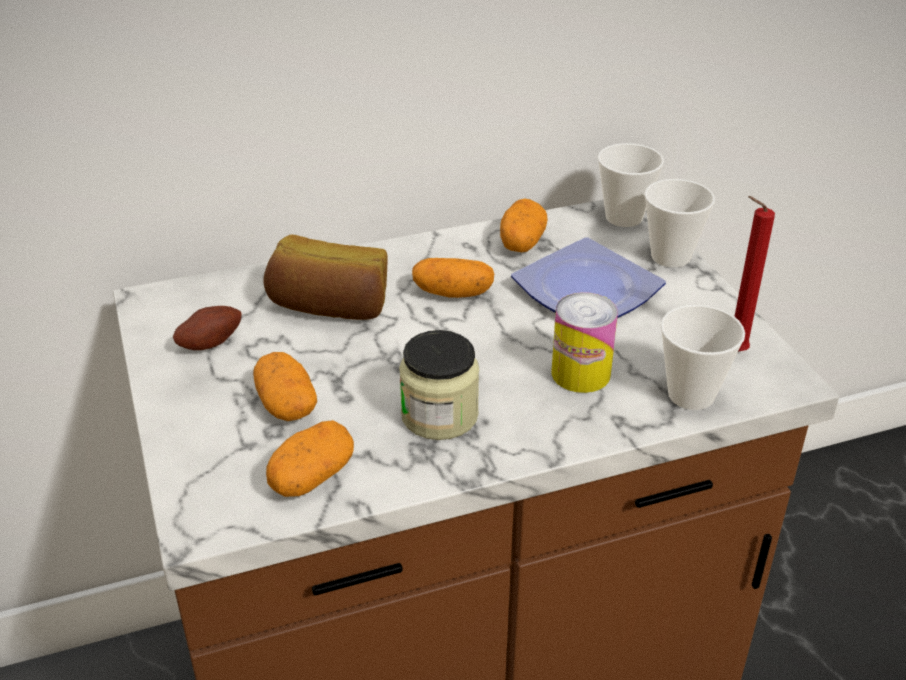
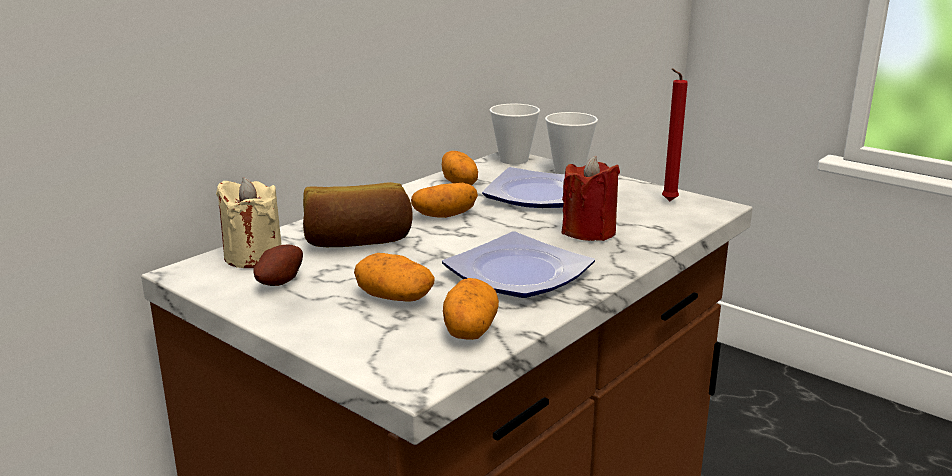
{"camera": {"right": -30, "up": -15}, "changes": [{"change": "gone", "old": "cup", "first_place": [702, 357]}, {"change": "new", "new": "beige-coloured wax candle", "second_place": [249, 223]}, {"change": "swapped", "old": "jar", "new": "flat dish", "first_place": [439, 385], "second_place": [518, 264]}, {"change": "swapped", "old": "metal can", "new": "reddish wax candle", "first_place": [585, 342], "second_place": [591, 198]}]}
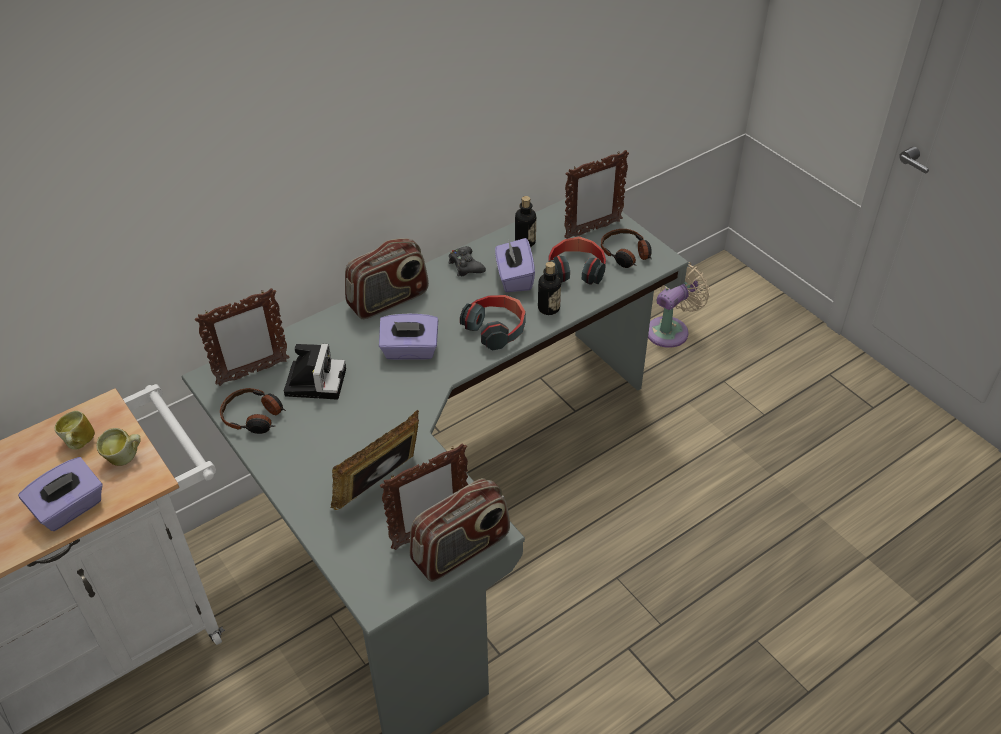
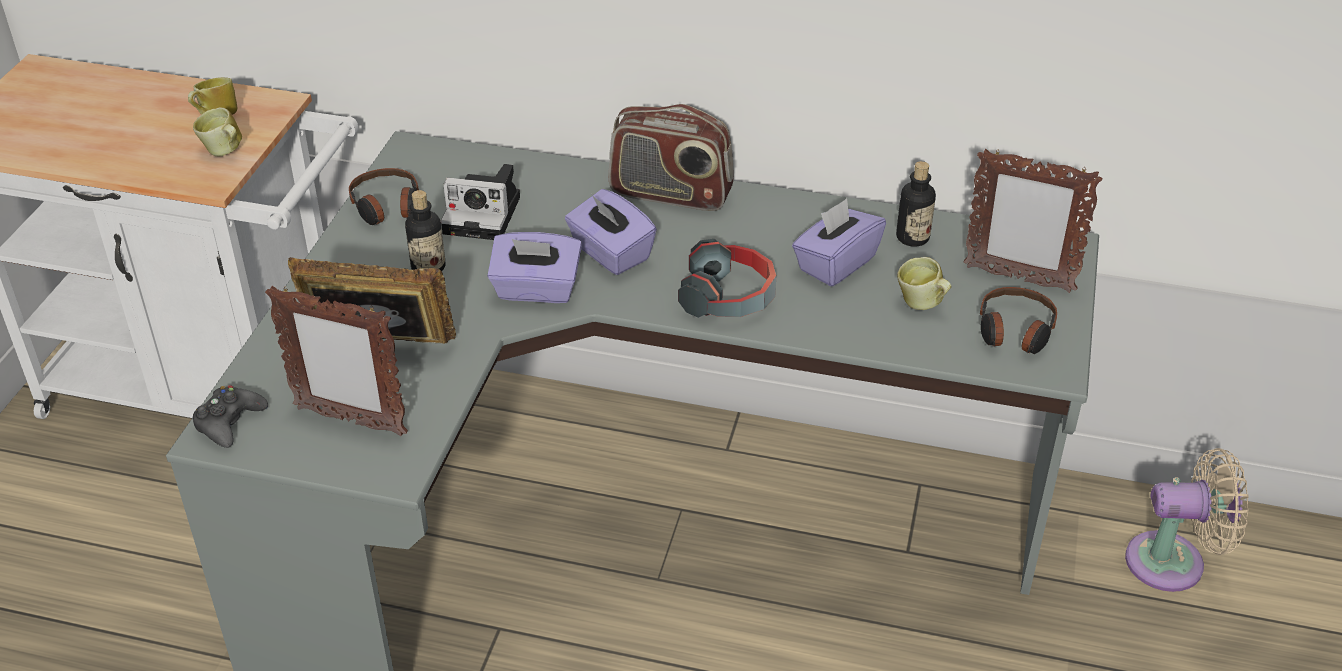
{"camera": {"right": 50, "up": -5}, "changes": [{"change": "gone", "old": "photo frame", "first_place": [242, 337]}, {"change": "gone", "old": "radio set", "first_place": [459, 530]}, {"change": "shifted", "old": "purple-coloured tissue box", "first_place": [60, 494], "second_place": [534, 267]}, {"change": "shifted", "old": "black-coloured gamepad", "first_place": [467, 261], "second_place": [230, 416]}, {"change": "shifted", "old": "beverage bottle", "first_place": [549, 288], "second_place": [425, 230]}, {"change": "swapped", "old": "headphones", "new": "coffee mug", "first_place": [577, 260], "second_place": [924, 283]}, {"change": "rotated", "old": "still camera", "first_place": [315, 372], "second_place": [480, 202], "degrees": 45}]}
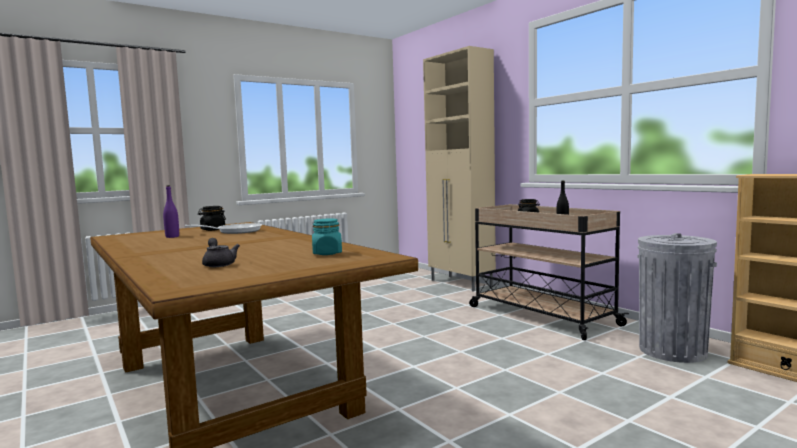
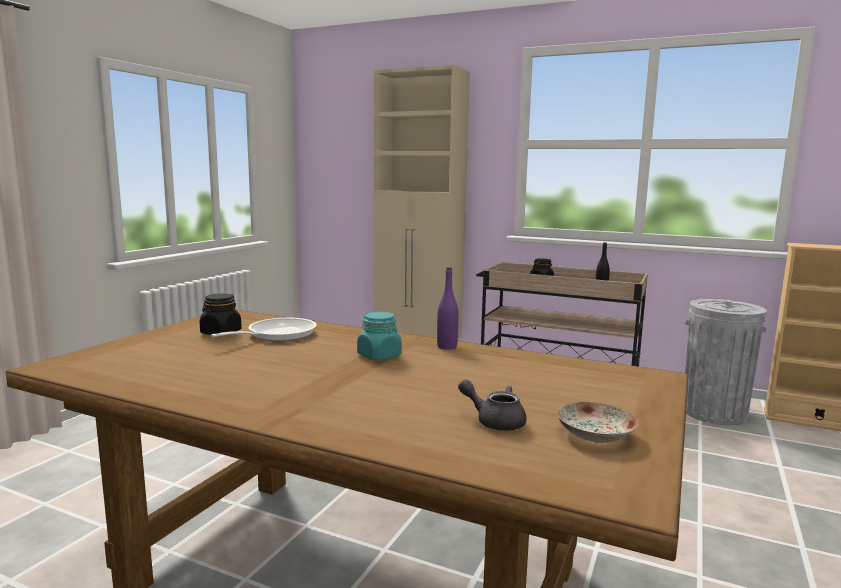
{"camera": {"right": -30, "up": 5}, "changes": [{"change": "new", "new": "flat dish", "second_place": [597, 422]}, {"change": "shifted", "old": "purple-coloured beverage bottle", "first_place": [171, 211], "second_place": [448, 308]}, {"change": "shifted", "old": "blue-green jar", "first_place": [327, 237], "second_place": [379, 336]}]}
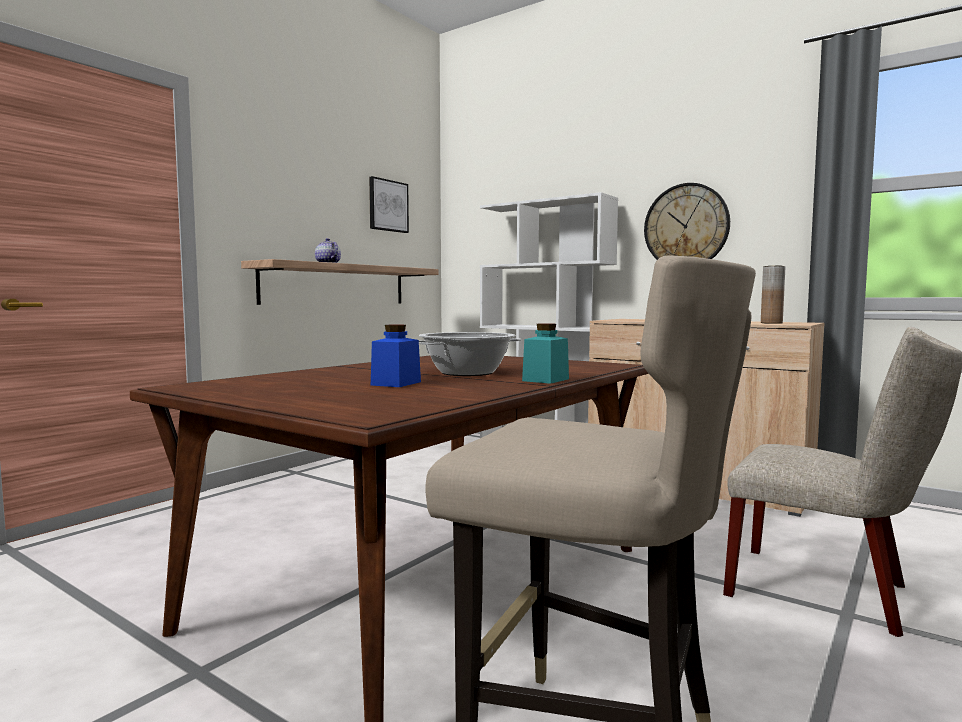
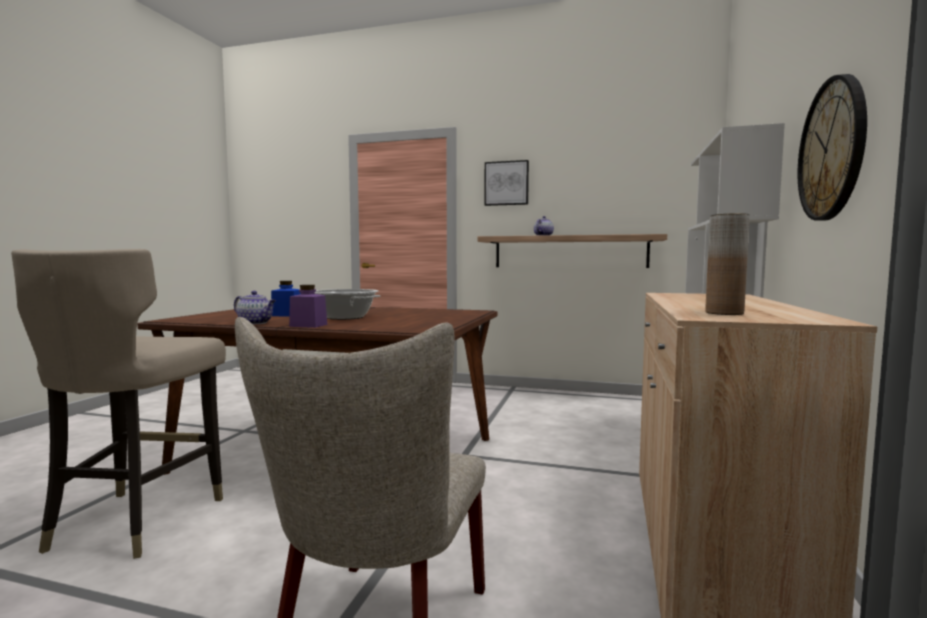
{"camera": {"right": 70, "up": 0}, "changes": [{"change": "new", "new": "pot for tea", "second_place": [255, 308]}, {"change": "shifted", "old": "wall art", "first_place": [389, 204], "second_place": [506, 183]}, {"change": "repainted", "old": "blue-green jar", "new": "purple-coloured jar", "first_place": [545, 353], "second_place": [308, 306]}]}
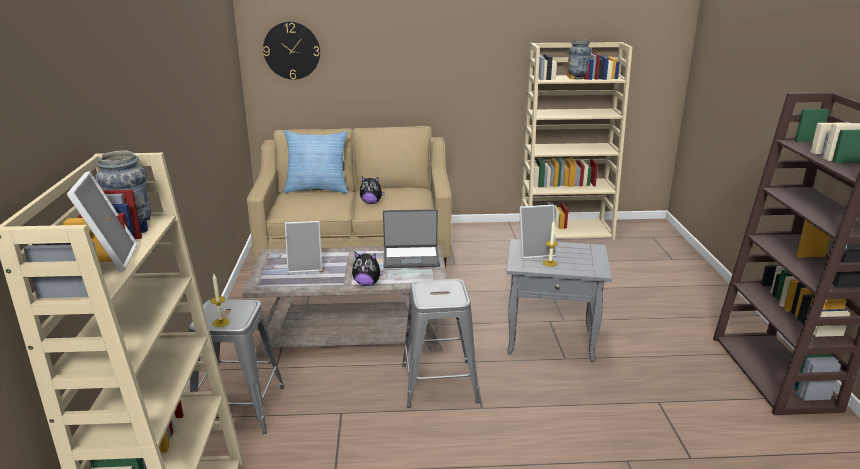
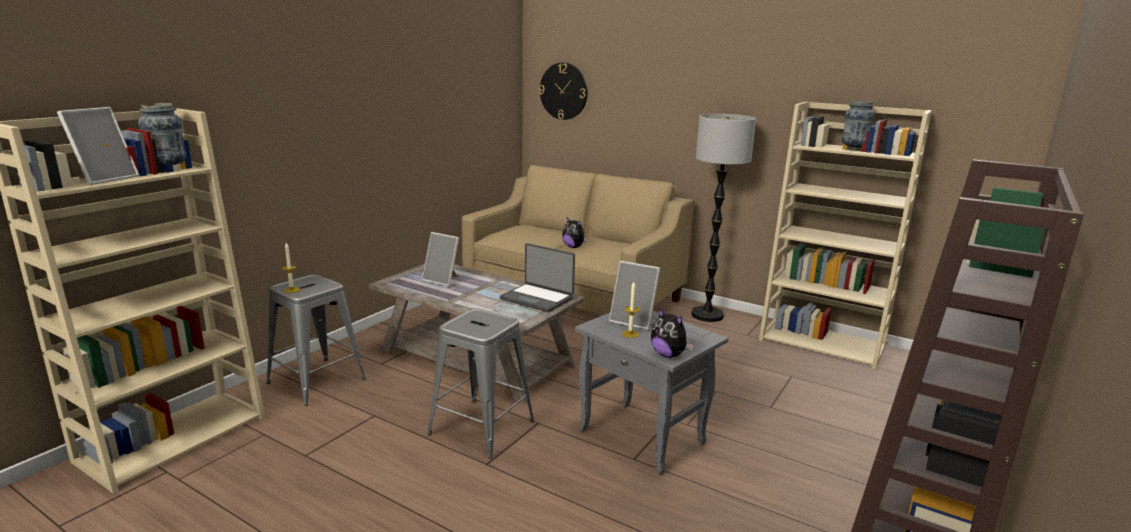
{"camera": {"right": 35, "up": -5}, "changes": [{"change": "gone", "old": "throw pillow", "first_place": [316, 162]}, {"change": "new", "new": "floor lamp", "second_place": [723, 218]}, {"change": "shifted", "old": "cuddly toy", "first_place": [368, 269], "second_place": [672, 333]}]}
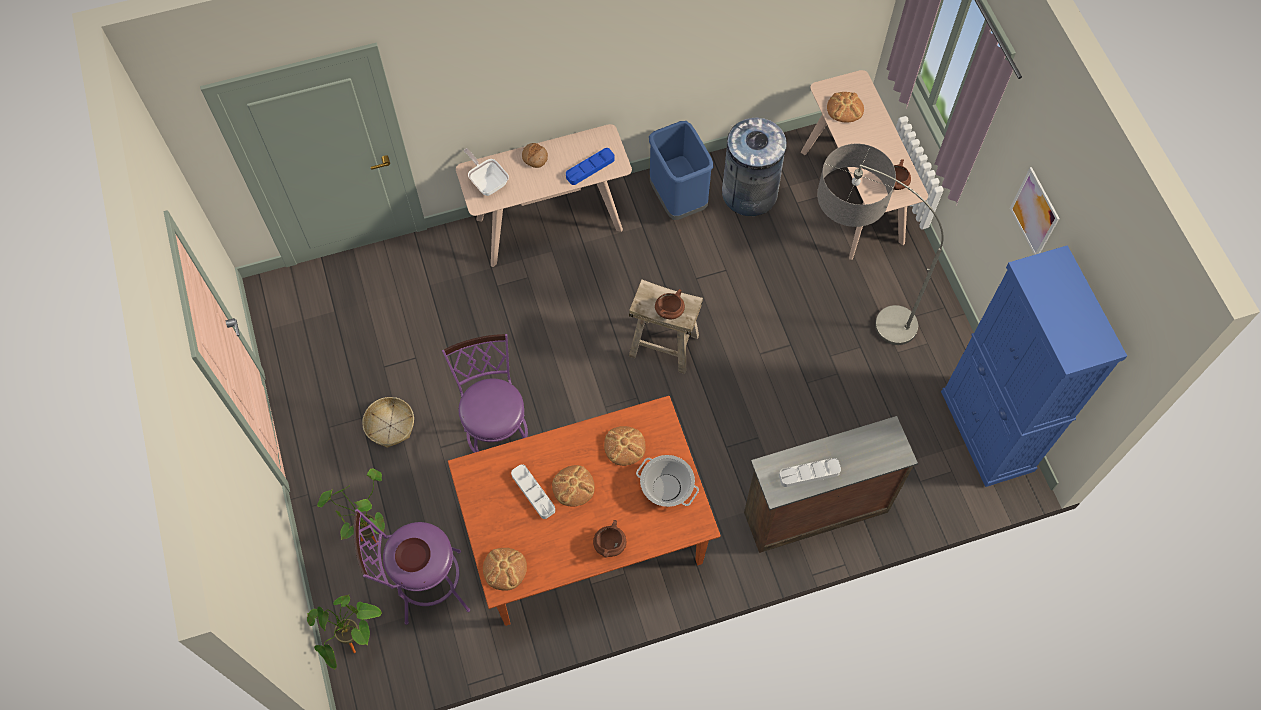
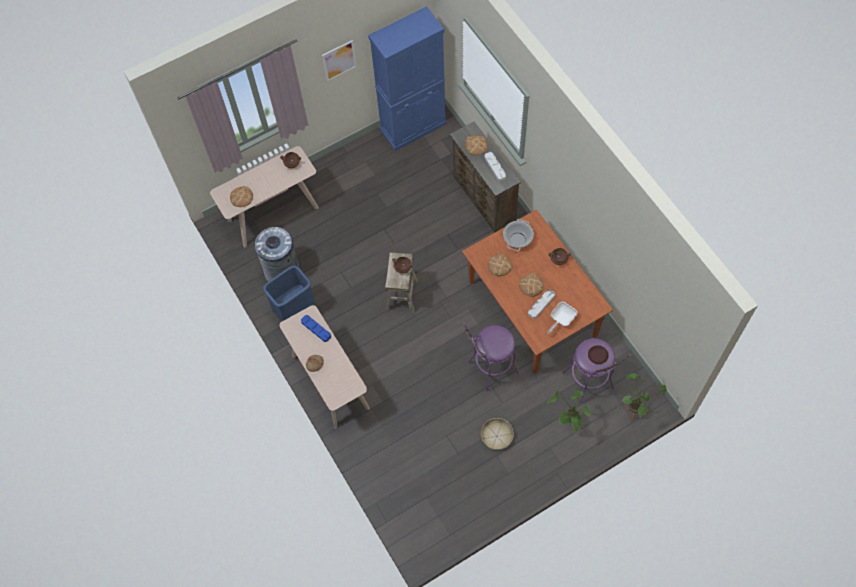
{"camera": {"right": -100, "up": 0}, "changes": [{"change": "gone", "old": "floor lamp", "first_place": [880, 244]}, {"change": "shifted", "old": "pan", "first_place": [486, 172], "second_place": [562, 318]}, {"change": "shifted", "old": "bread", "first_place": [505, 569], "second_place": [476, 145]}]}
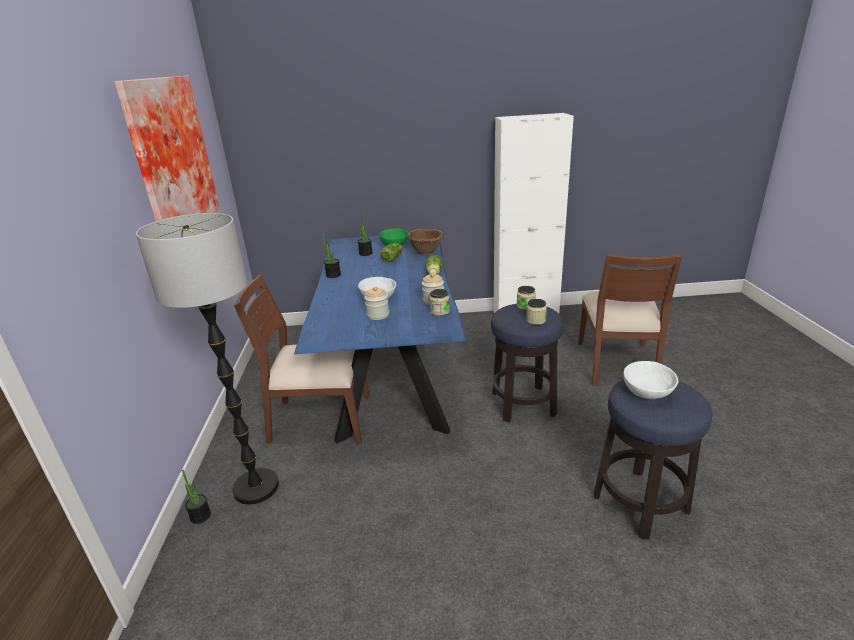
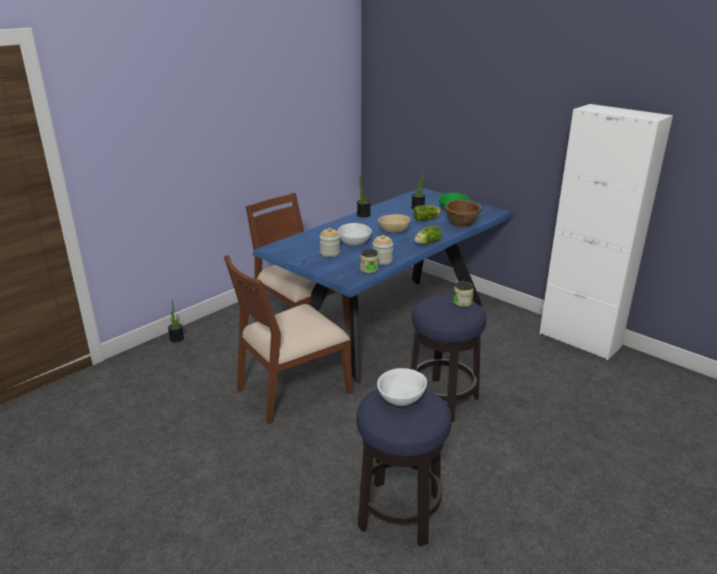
{"camera": {"right": 45, "up": 0}, "changes": [{"change": "gone", "old": "wall art", "first_place": [168, 148]}, {"change": "gone", "old": "floor lamp", "first_place": [207, 359]}, {"change": "gone", "old": "jar", "first_place": [536, 312]}, {"change": "new", "new": "beige-coloured serving bowl", "second_place": [394, 223]}, {"change": "shifted", "old": "brown-coloured chair", "first_place": [630, 320], "second_place": [288, 339]}]}
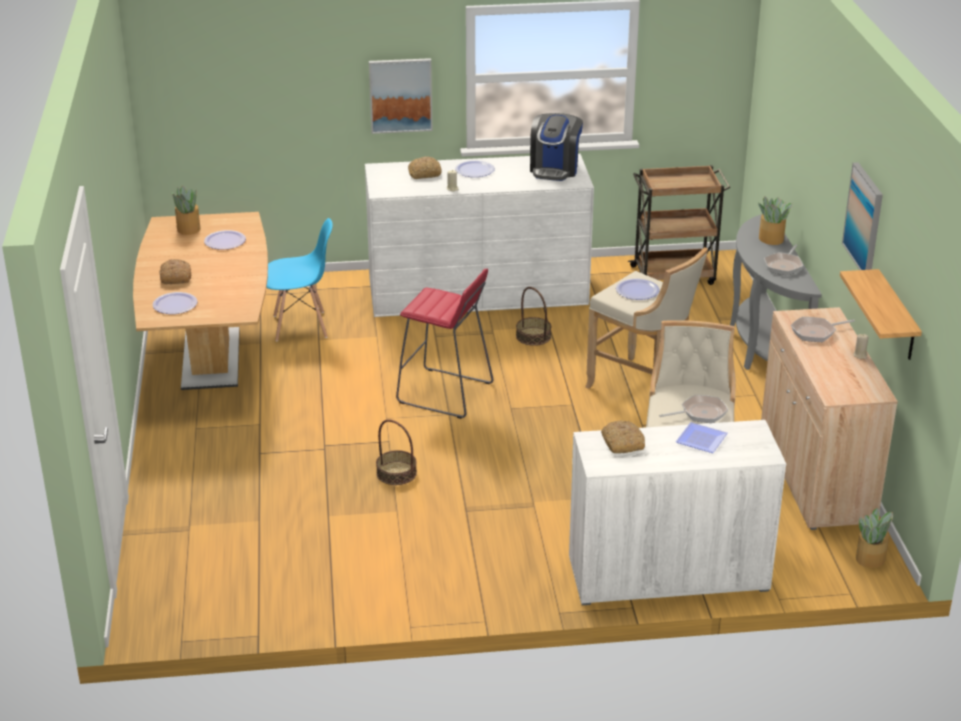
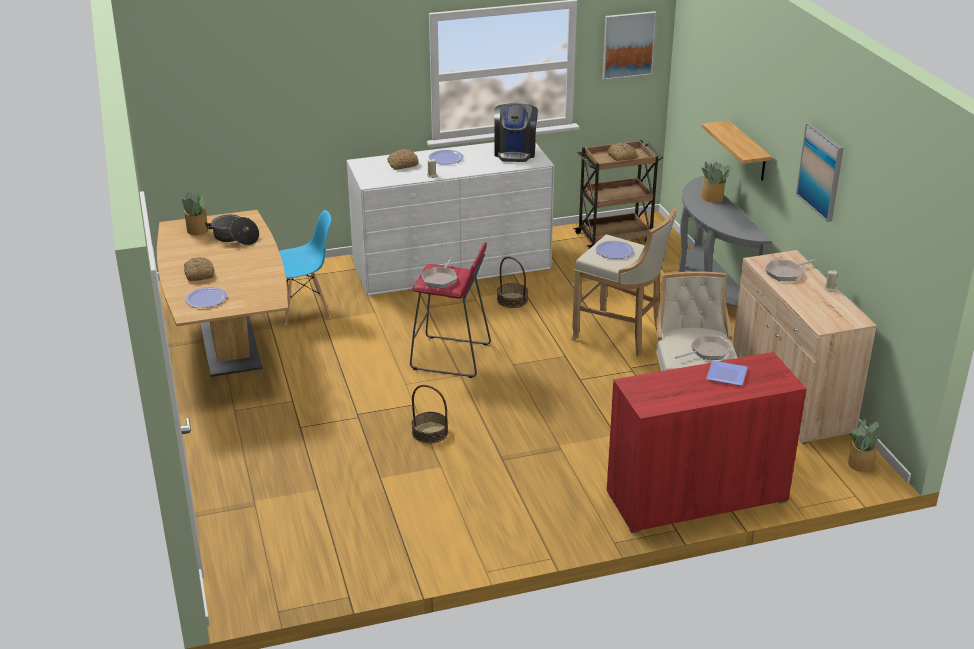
{"camera": {"right": -10, "up": 0}, "changes": [{"change": "shifted", "old": "wall art", "first_place": [400, 96], "second_place": [629, 45]}, {"change": "shifted", "old": "bread", "first_place": [623, 436], "second_place": [622, 152]}, {"change": "shifted", "old": "pan", "first_place": [783, 259], "second_place": [439, 273]}, {"change": "shifted", "old": "wall shelf", "first_place": [881, 314], "second_place": [737, 150]}, {"change": "swapped", "old": "flat dish", "new": "cooking pot", "first_place": [225, 240], "second_place": [232, 230]}, {"change": "repainted", "old": "whitish storage cabinet", "new": "reddish storage cabinet", "first_place": [677, 512], "second_place": [707, 442]}]}
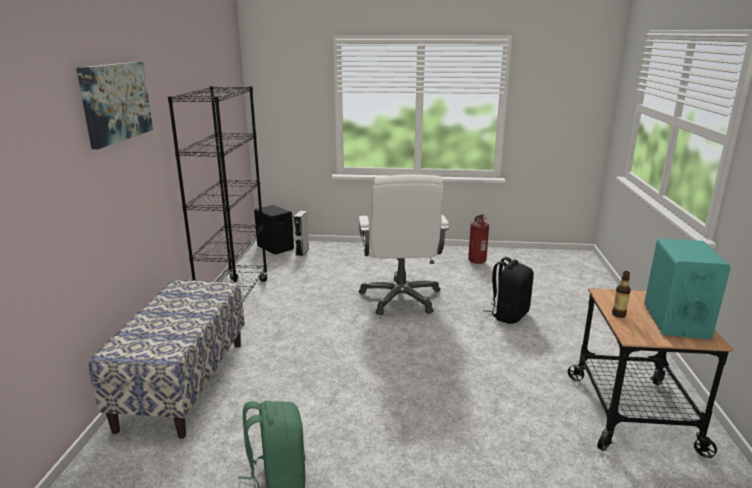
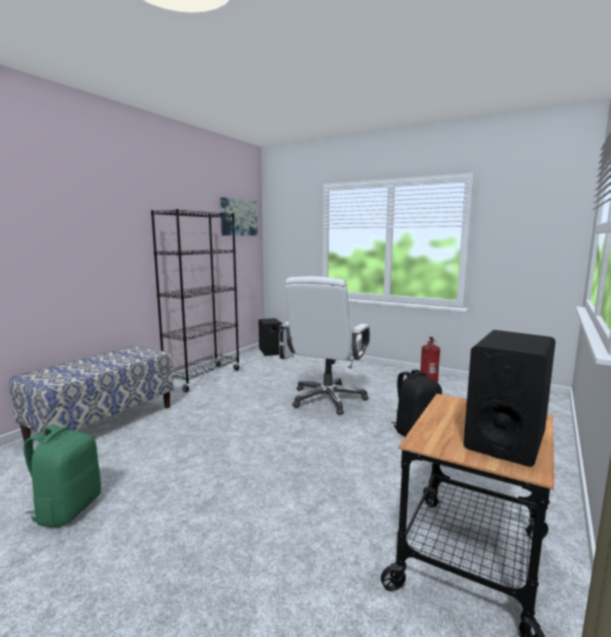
{"camera": {"right": 25, "up": -10}, "changes": [{"change": "gone", "old": "beverage bottle", "first_place": [621, 294]}, {"change": "shifted", "old": "wall art", "first_place": [114, 105], "second_place": [239, 216]}, {"change": "repainted", "old": "blue-green speaker", "new": "black-coloured speaker", "first_place": [687, 288], "second_place": [510, 398]}]}
